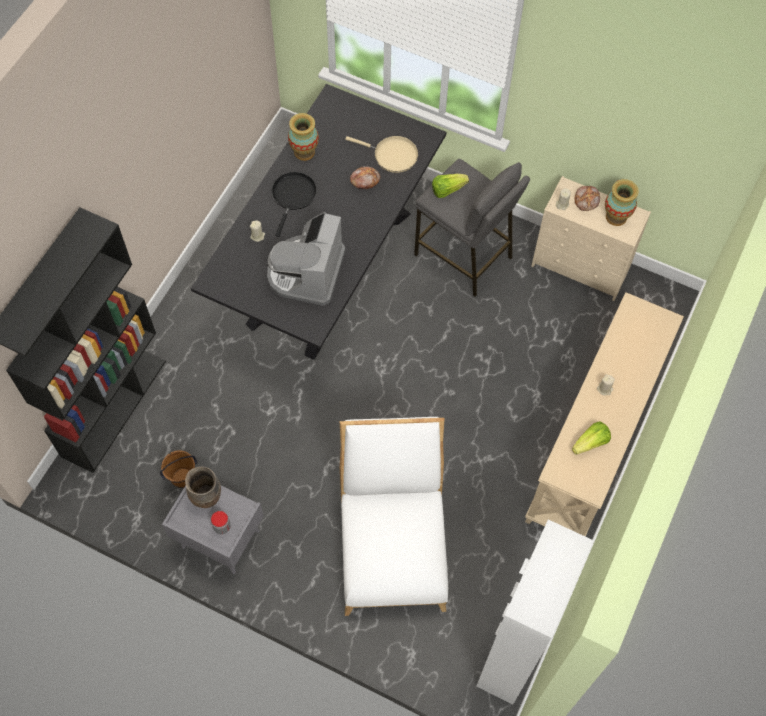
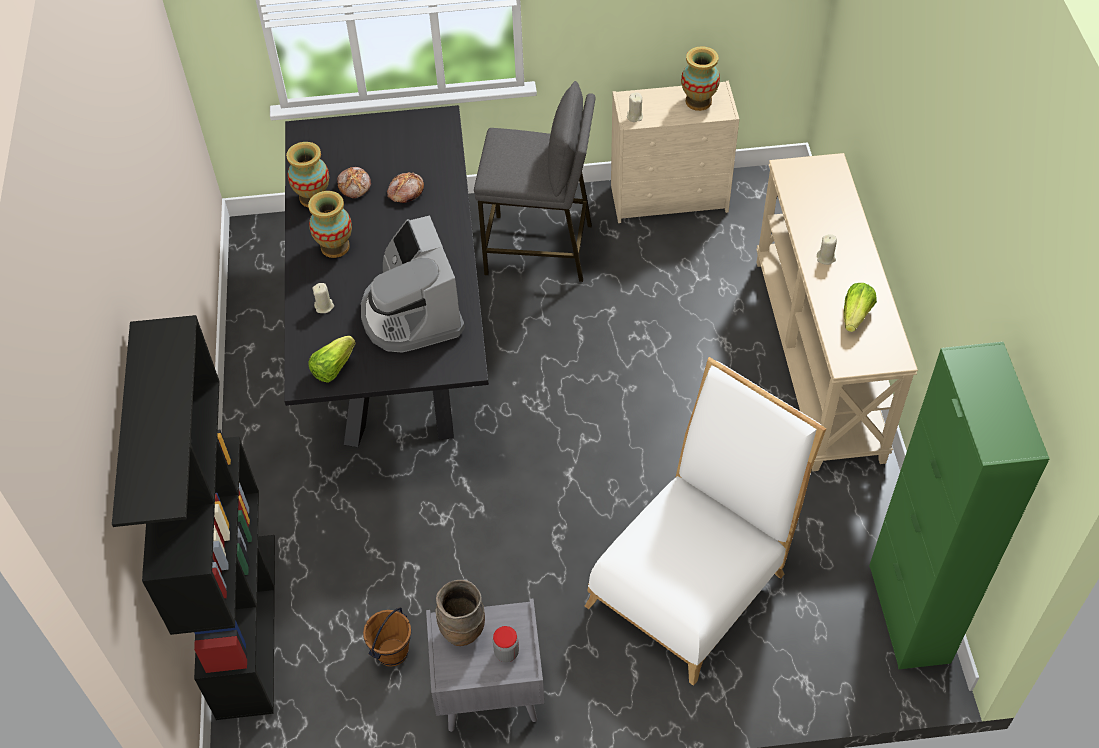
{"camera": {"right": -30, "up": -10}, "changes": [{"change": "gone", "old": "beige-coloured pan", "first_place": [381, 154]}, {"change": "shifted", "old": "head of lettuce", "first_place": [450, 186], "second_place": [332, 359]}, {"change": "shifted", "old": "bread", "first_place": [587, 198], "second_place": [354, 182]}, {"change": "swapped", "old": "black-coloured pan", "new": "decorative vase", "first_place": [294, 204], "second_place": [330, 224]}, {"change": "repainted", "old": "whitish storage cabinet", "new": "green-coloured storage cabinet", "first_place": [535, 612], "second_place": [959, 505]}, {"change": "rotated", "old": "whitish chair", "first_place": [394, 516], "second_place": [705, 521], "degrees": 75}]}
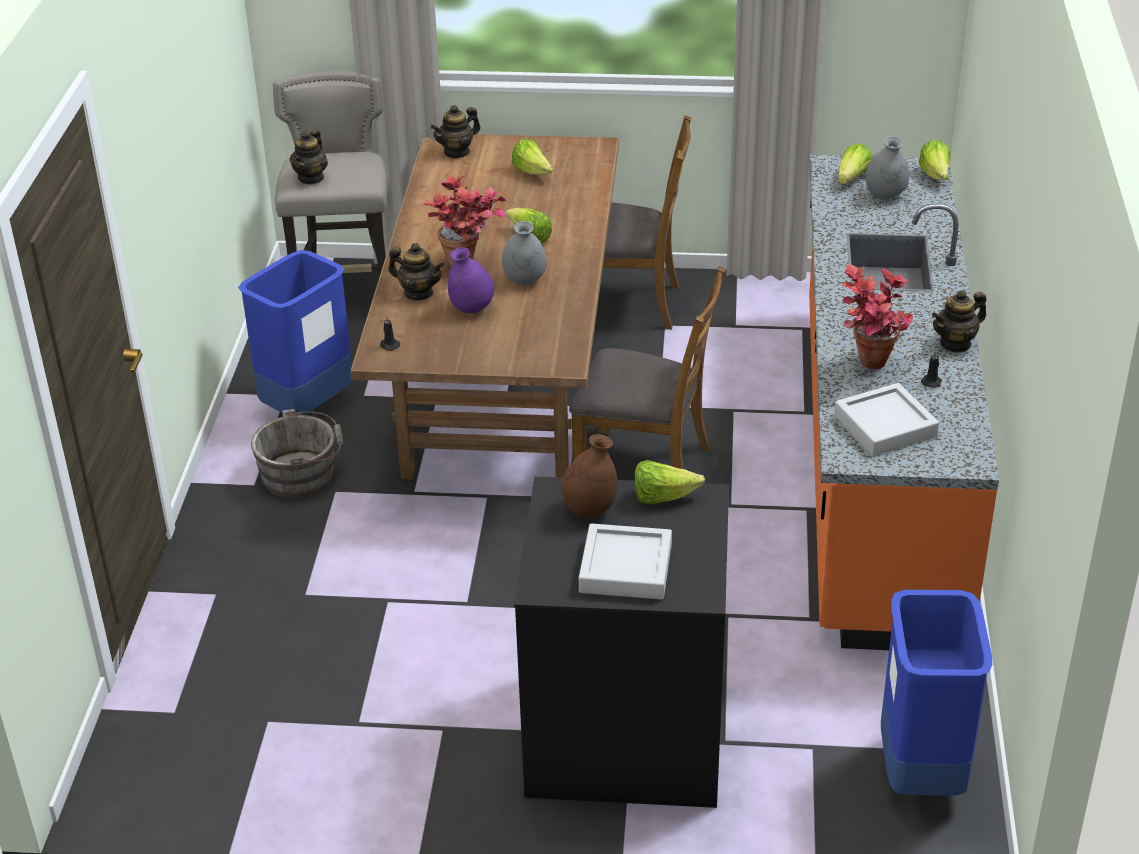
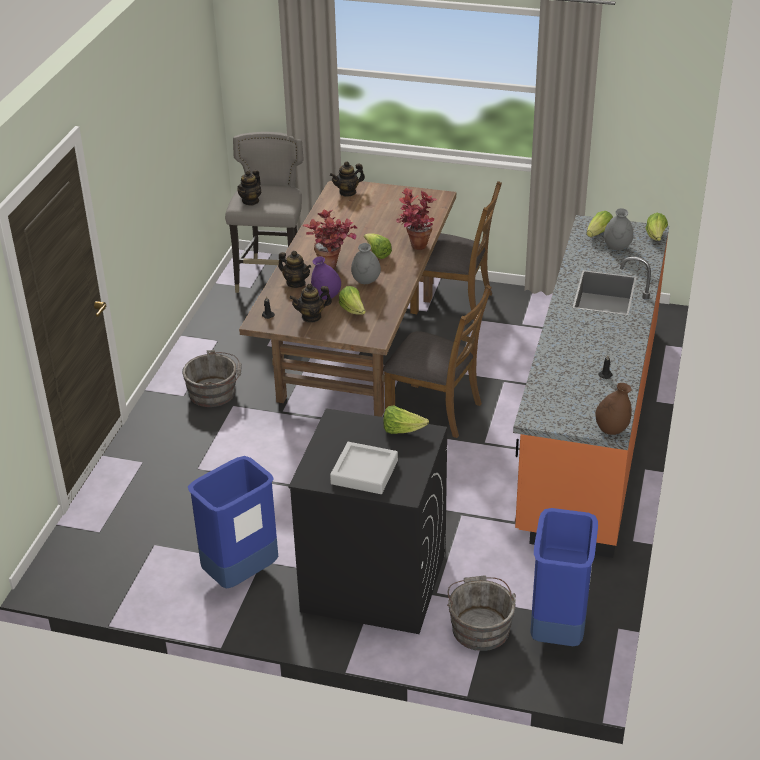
{"camera": {"right": 10, "up": 0}, "changes": [{"change": "gone", "old": "grey tray", "first_place": [886, 419]}, {"change": "new", "new": "grey water bucket", "second_place": [481, 613]}, {"change": "shifted", "old": "bluish rubbish bin", "first_place": [295, 332], "second_place": [233, 522]}, {"change": "shifted", "old": "head of lettuce", "first_place": [533, 157], "second_place": [352, 300]}, {"change": "shifted", "old": "brown-coloured decorative vase", "first_place": [589, 476], "second_place": [613, 409]}, {"change": "shifted", "old": "houseplant", "first_place": [877, 316], "second_place": [416, 219]}, {"change": "shifted", "old": "pot for tea", "first_place": [959, 321], "second_place": [311, 303]}]}
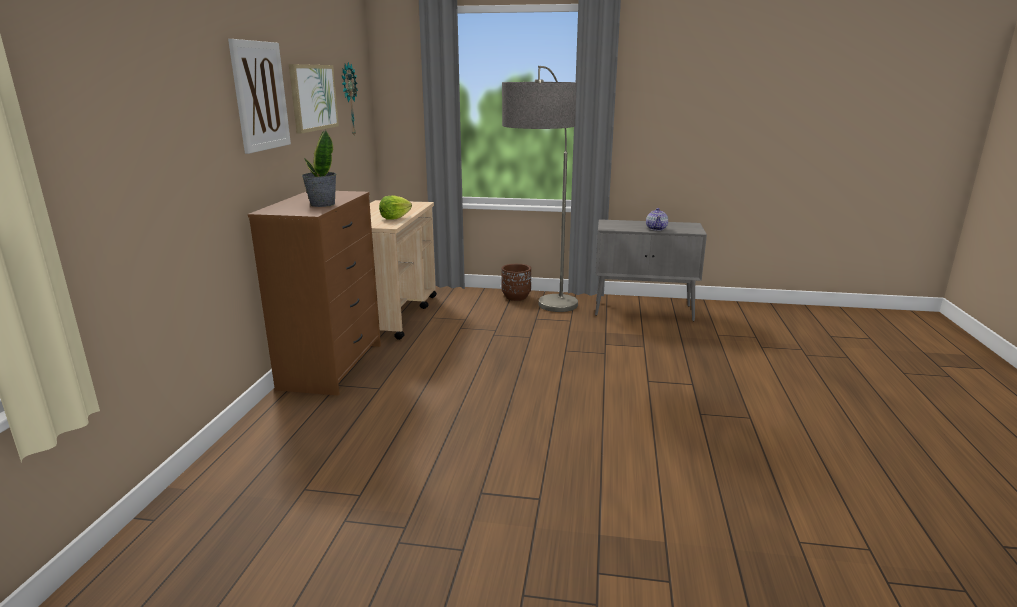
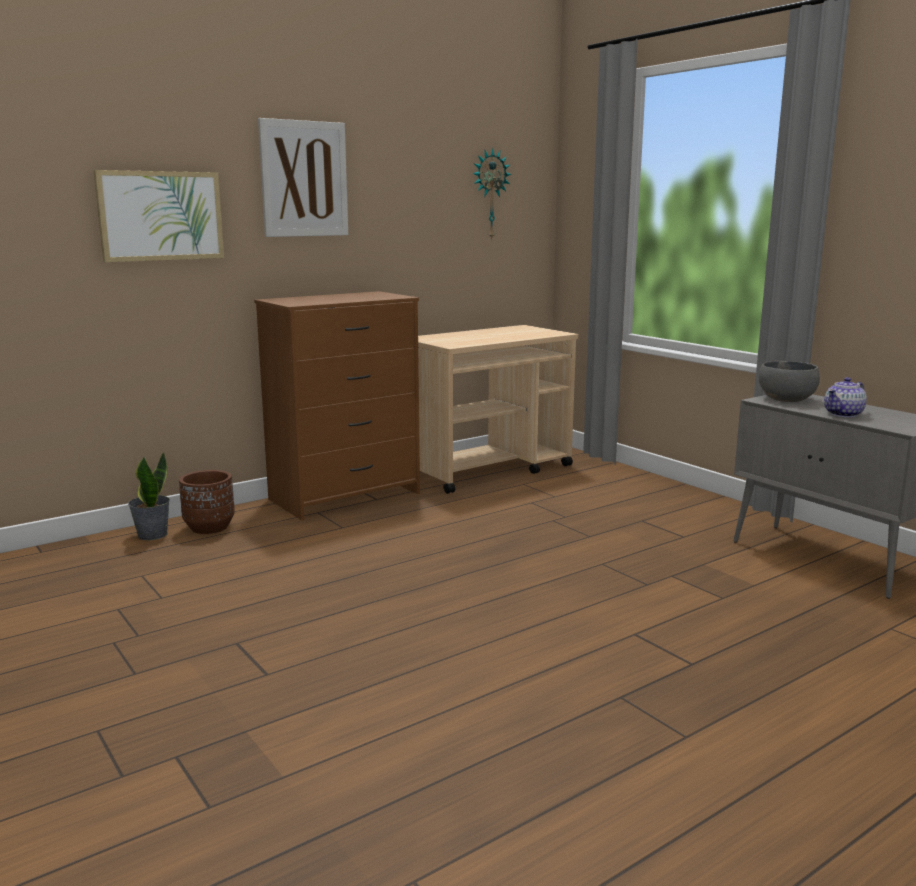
{"camera": {"right": 45, "up": -5}, "changes": [{"change": "gone", "old": "head of lettuce", "first_place": [395, 207]}, {"change": "gone", "old": "floor lamp", "first_place": [540, 189]}, {"change": "new", "new": "grey serving bowl", "second_place": [789, 381]}, {"change": "shifted", "old": "wall art", "first_place": [314, 99], "second_place": [158, 216]}, {"change": "shifted", "old": "houseplant", "first_place": [318, 168], "second_place": [149, 496]}, {"change": "shifted", "old": "brown-coloured planter", "first_place": [516, 282], "second_place": [207, 502]}]}
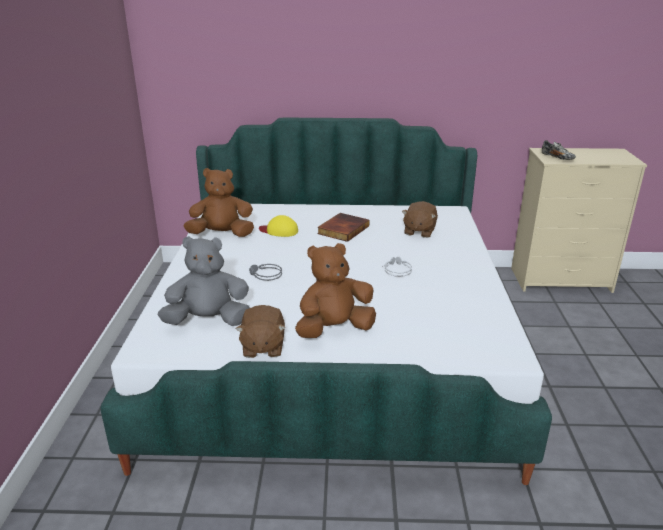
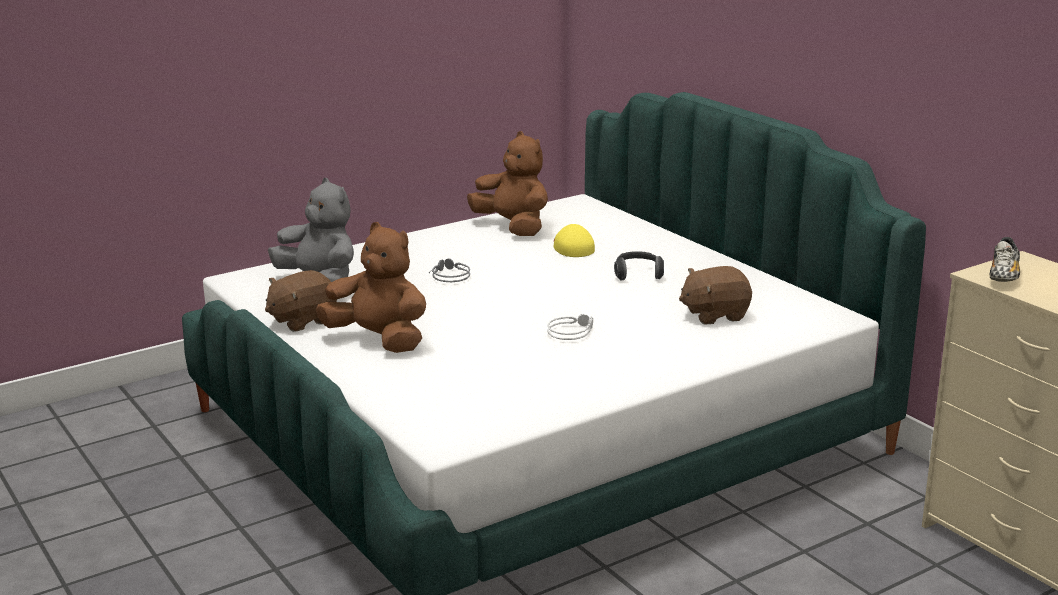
{"camera": {"right": 55, "up": -5}, "changes": [{"change": "swapped", "old": "book", "new": "headphones", "first_place": [343, 227], "second_place": [639, 266]}]}
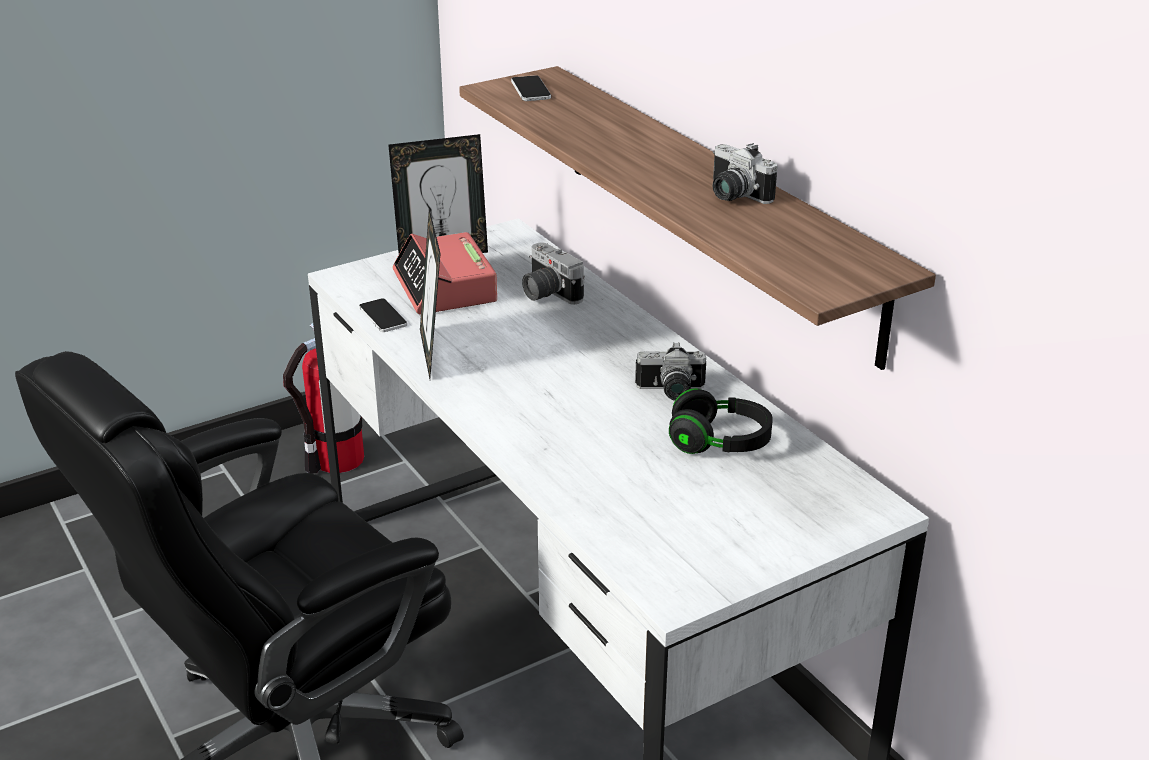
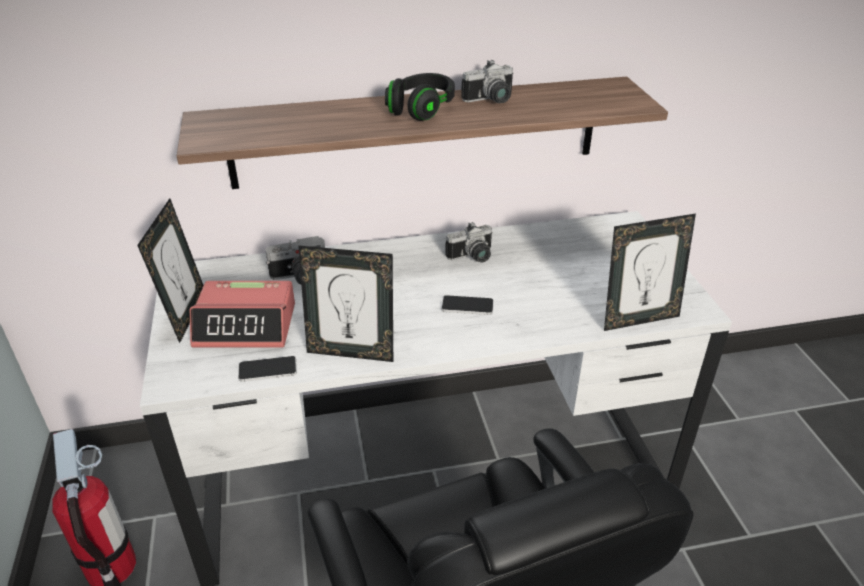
{"camera": {"right": -70, "up": 5}, "changes": [{"change": "new", "new": "photo frame", "second_place": [650, 272]}, {"change": "shifted", "old": "phone", "first_place": [531, 88], "second_place": [467, 305]}, {"change": "shifted", "old": "black-coloured headphones", "first_place": [721, 421], "second_place": [420, 97]}, {"change": "rotated", "old": "still camera", "first_place": [670, 371], "second_place": [468, 242], "degrees": 45}]}
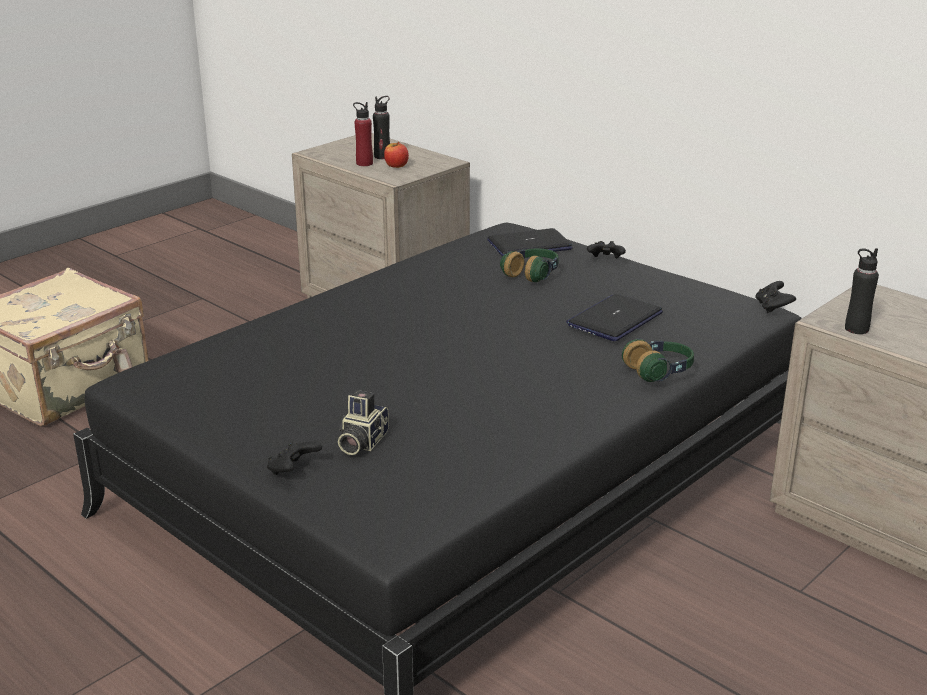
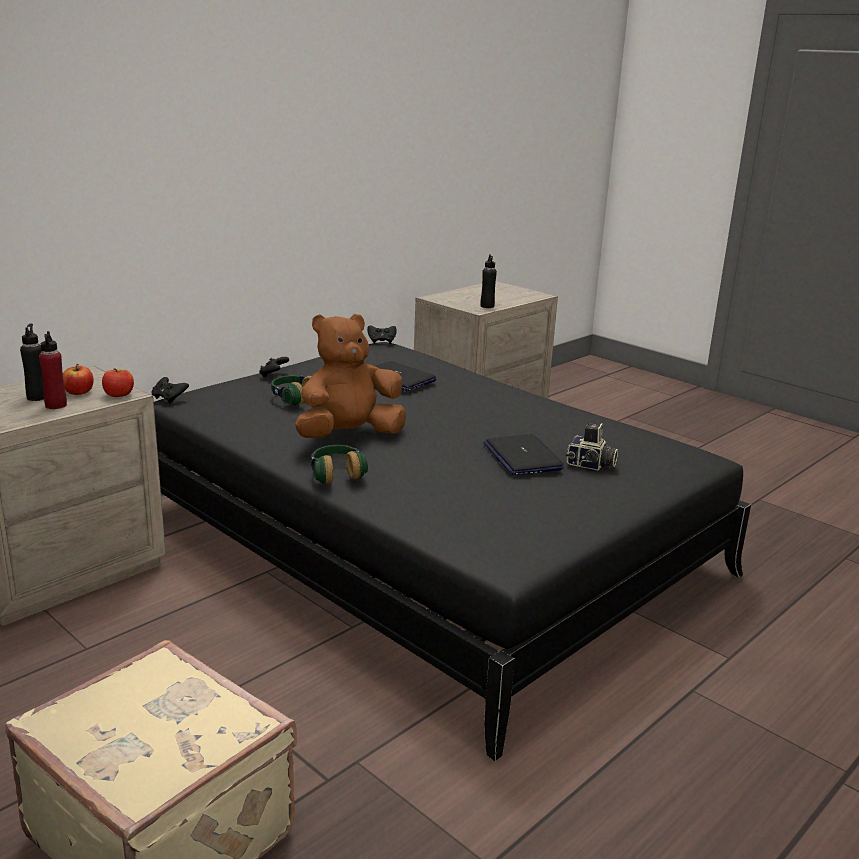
{"camera": {"right": -90, "up": -5}, "changes": [{"change": "new", "new": "whole apple", "second_place": [118, 382]}, {"change": "new", "new": "brown-coloured cuddly toy", "second_place": [350, 376]}, {"change": "shifted", "old": "black-coloured gamepad", "first_place": [294, 458], "second_place": [170, 390]}, {"change": "shifted", "old": "portable computer", "first_place": [530, 242], "second_place": [523, 454]}, {"change": "shifted", "old": "headphones", "first_place": [658, 360], "second_place": [339, 464]}]}
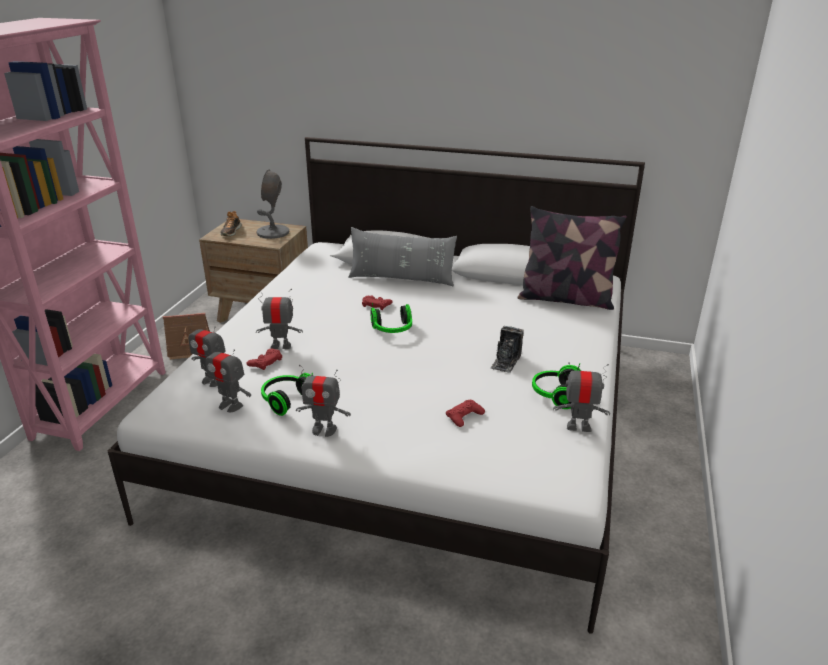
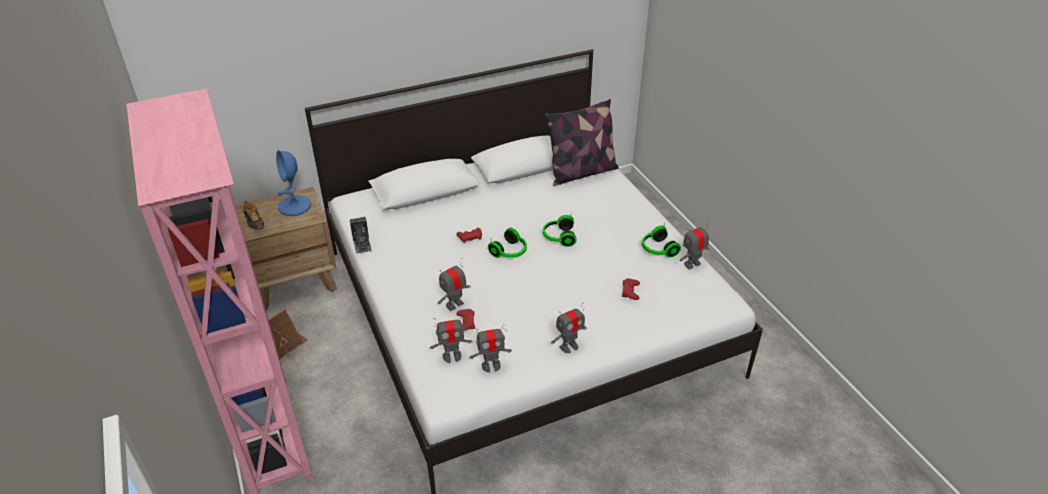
{"camera": {"right": -40, "up": 10}, "changes": [{"change": "gone", "old": "grey throw pillow", "first_place": [402, 256]}, {"change": "shifted", "old": "headphones", "first_place": [287, 394], "second_place": [560, 230]}, {"change": "shifted", "old": "still camera", "first_place": [507, 349], "second_place": [360, 235]}, {"change": "repainted", "old": "grey table lamp", "new": "bluish table lamp", "first_place": [272, 204], "second_place": [293, 183]}]}
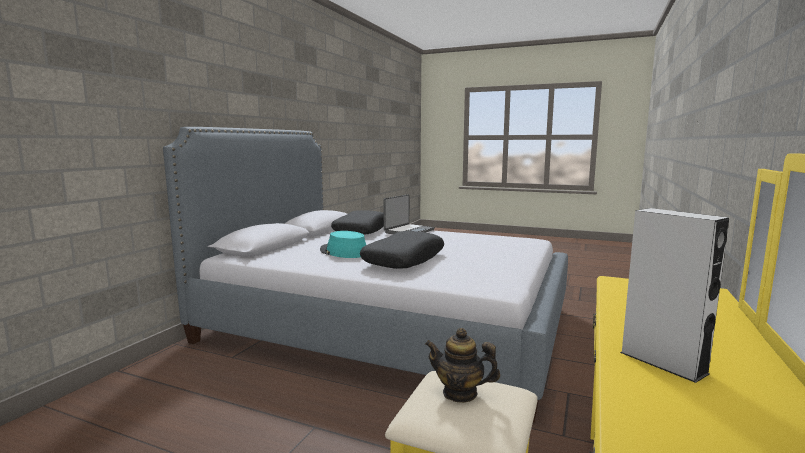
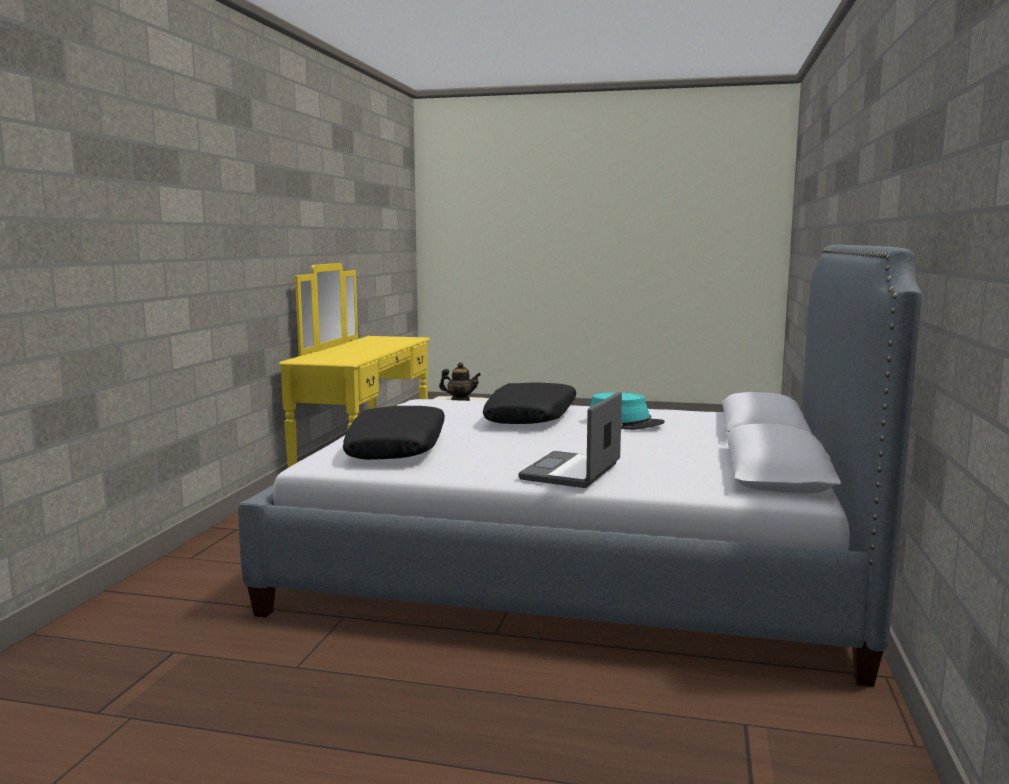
{"camera": {"right": 170, "up": 0}, "changes": [{"change": "gone", "old": "grey speaker", "first_place": [674, 295]}, {"change": "shifted", "old": "black-coloured throw pillow", "first_place": [357, 222], "second_place": [394, 433]}]}
